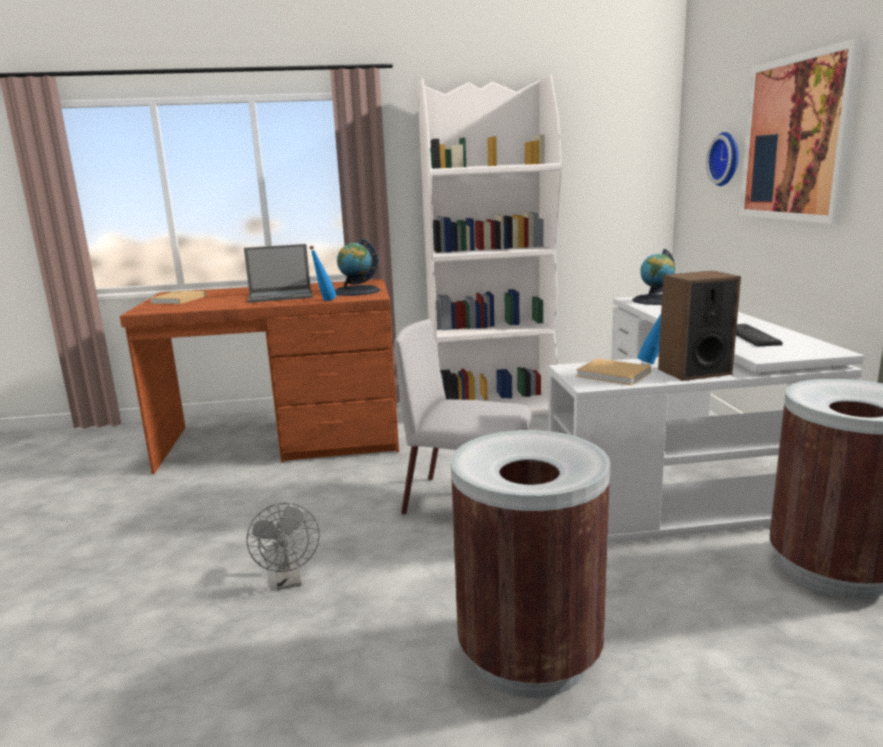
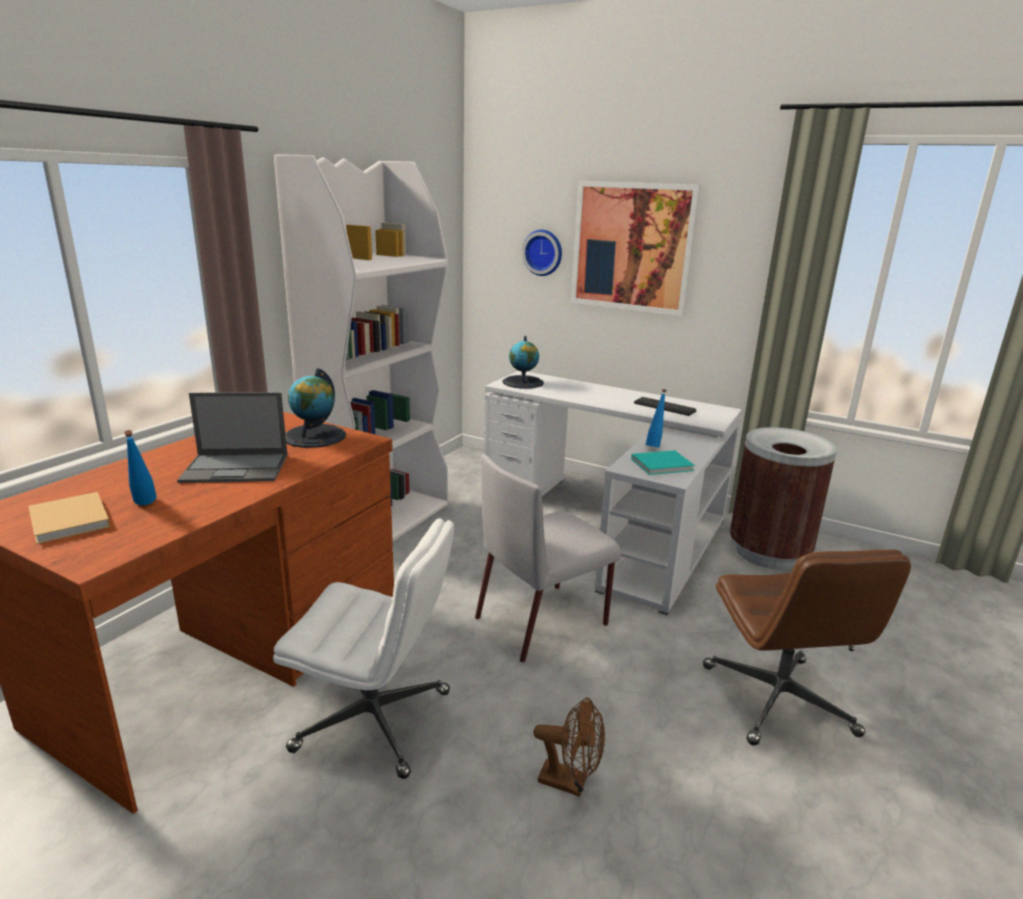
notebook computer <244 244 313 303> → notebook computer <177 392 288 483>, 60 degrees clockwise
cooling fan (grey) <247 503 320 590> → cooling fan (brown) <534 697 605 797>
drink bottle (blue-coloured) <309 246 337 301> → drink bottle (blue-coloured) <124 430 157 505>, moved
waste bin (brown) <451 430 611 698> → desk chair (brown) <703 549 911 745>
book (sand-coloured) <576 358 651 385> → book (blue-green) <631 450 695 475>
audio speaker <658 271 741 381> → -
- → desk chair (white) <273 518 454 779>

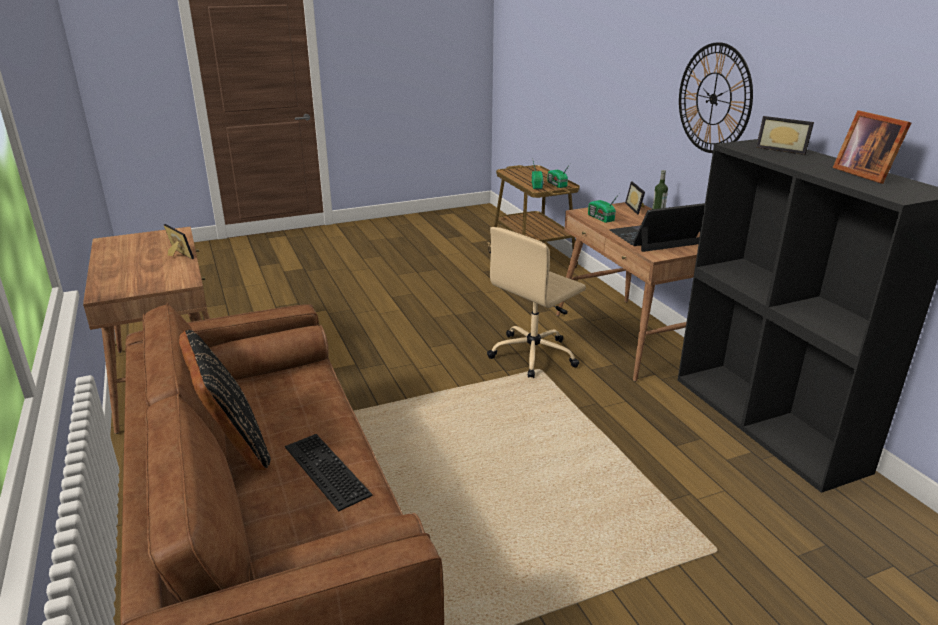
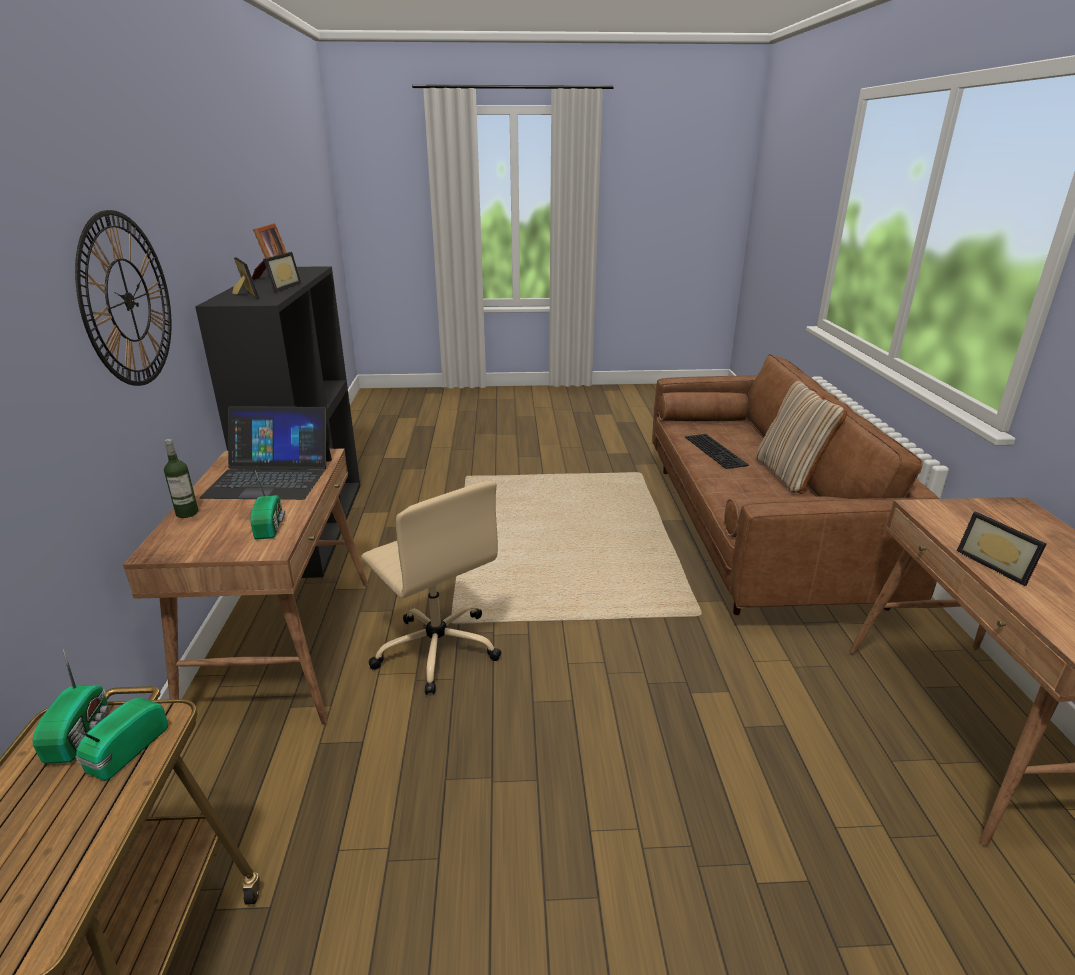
pillow (blackish) <179 330 271 470> → pillow (sand-coloured) <756 380 847 494>
desk chair (sand-coloured) <487 227 586 378> → desk chair (sand-coloured) <361 481 502 695>, 75 degrees clockwise
photo frame <625 182 645 215> → photo frame <263 252 301 292>, moved

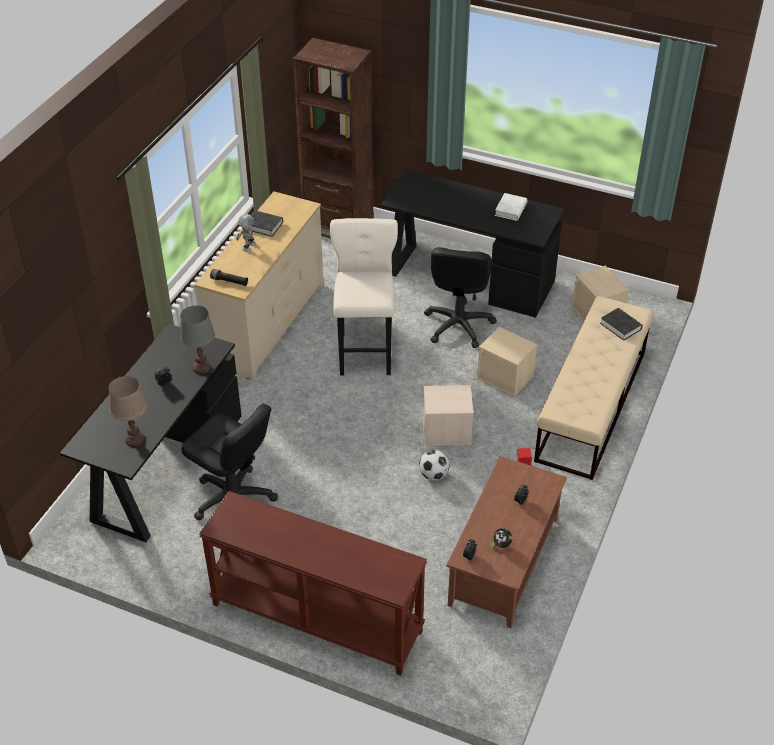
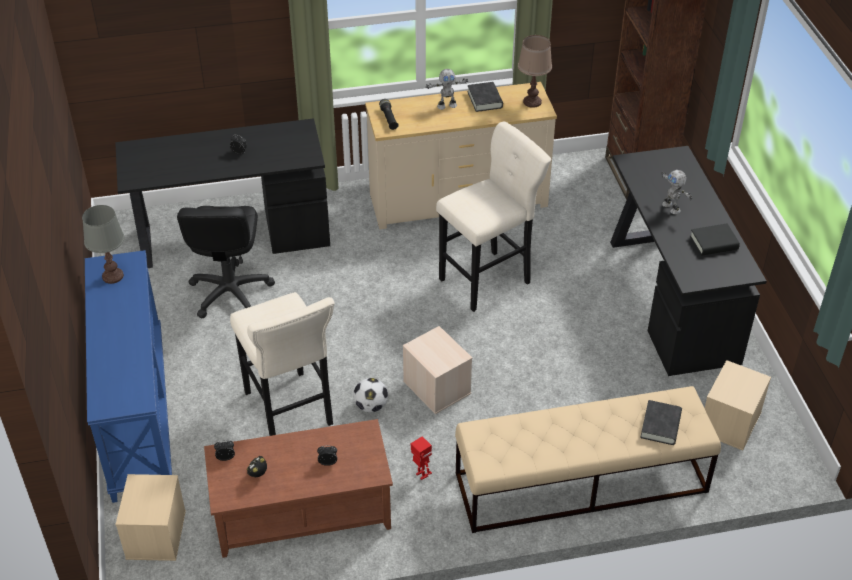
lamp for a table (brown) <109 376 147 447> → lamp for a table (brown) <518 35 552 108>, moved
lamp for a table (grey) <180 305 215 374> → lamp for a table (grey) <82 205 125 284>, moved
narrow table (brown) <199 491 427 676> → narrow table (blue-coloured) <85 250 172 503>
desk chair (blackish) <424 247 497 348> → -
storage bin (sand-coloured) <477 327 537 397> → storage bin (sand-coloured) <116 474 186 561>, moved
book (white) <495 193 527 221> → book (blackish) <690 224 740 256>
- → stool (sand-coloured) <230 292 335 436>
- → robot figure <661 170 692 214>

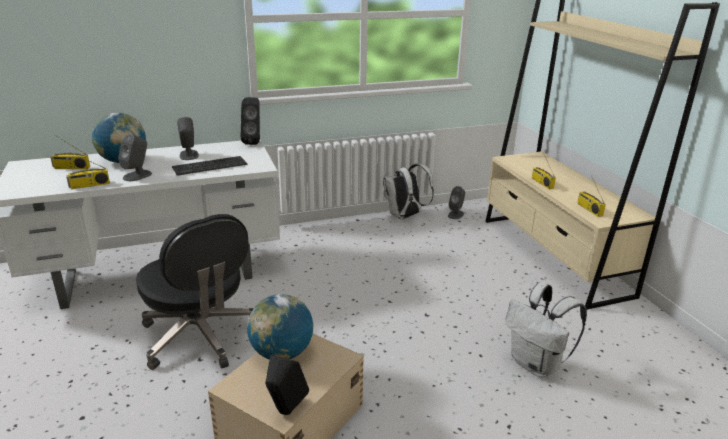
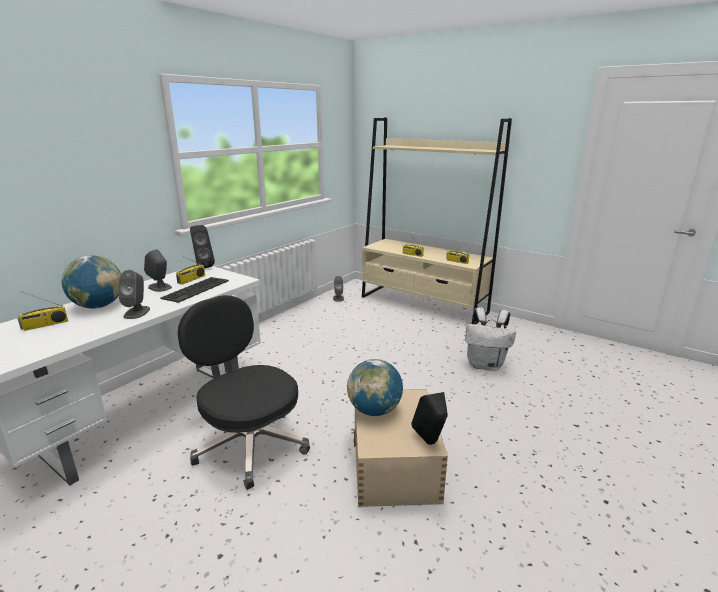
radio set <66 152 110 189> → radio set <176 253 205 285>, moved
desk chair (blackish) <136 214 254 370> → desk chair (blackish) <178 295 310 490>, 150 degrees counterclockwise
backpack (white) <383 164 434 219> → -

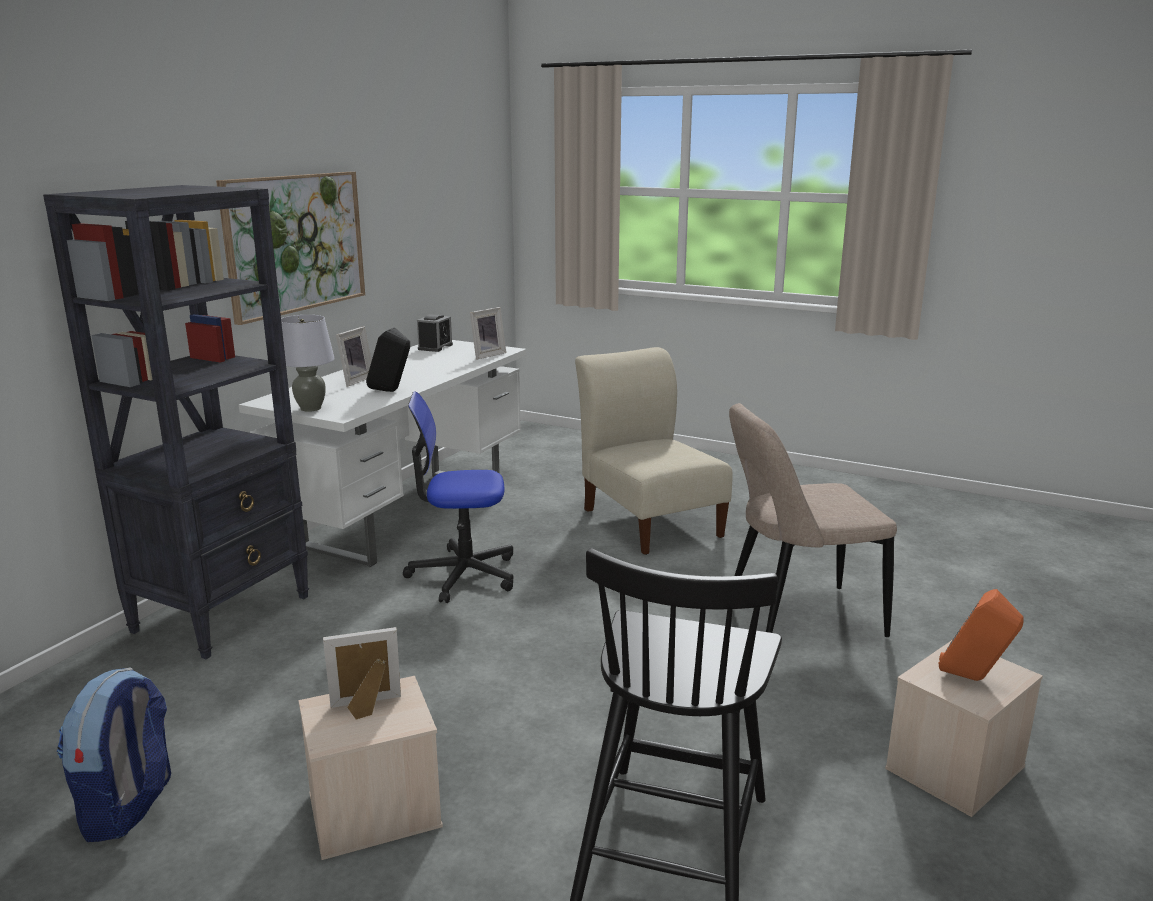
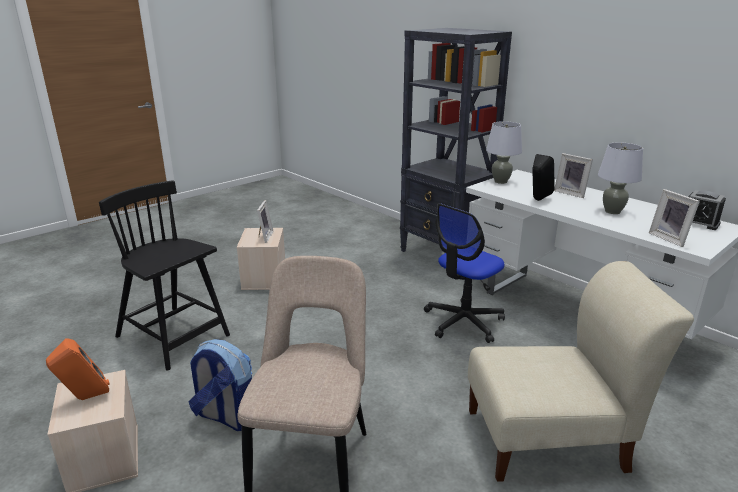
backpack <57 667 171 842> → backpack <188 339 252 431>, moved
wall picture <216 172 365 325> → -
desk chair <403 392 513 603> → desk chair <424 203 505 343>, 150 degrees counterclockwise
- → lamp for a table (grey) <598 142 643 214>

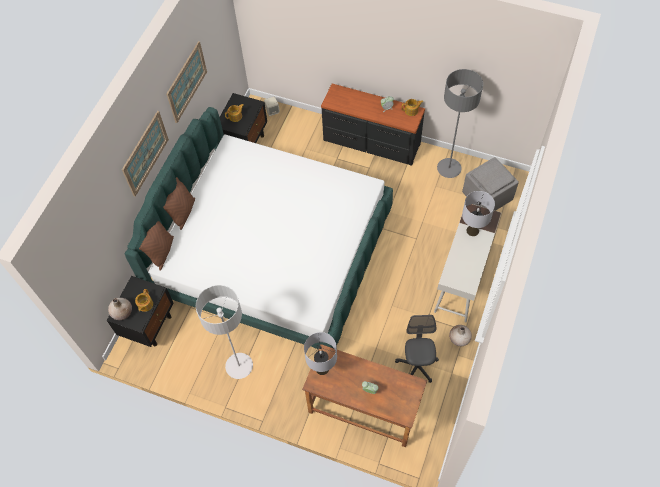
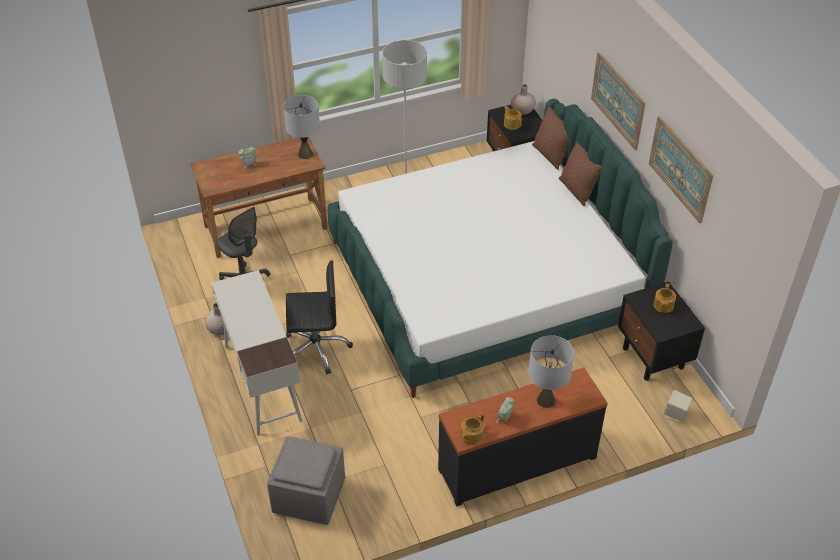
standing lamp (grey) <437 69 483 178> → -
lamp for a table (grey) <462 191 495 236> → lamp for a table (grey) <528 335 574 408>, moved
- → desk chair (blackish) <286 260 353 374>

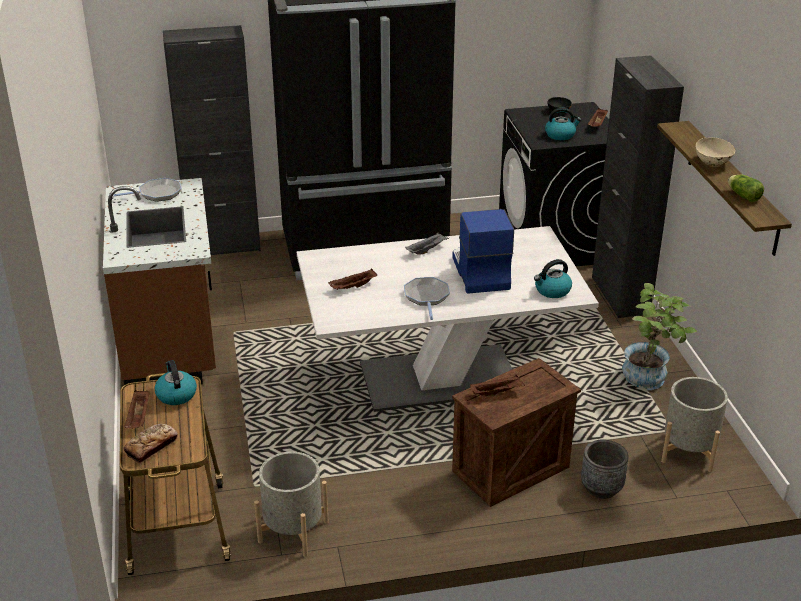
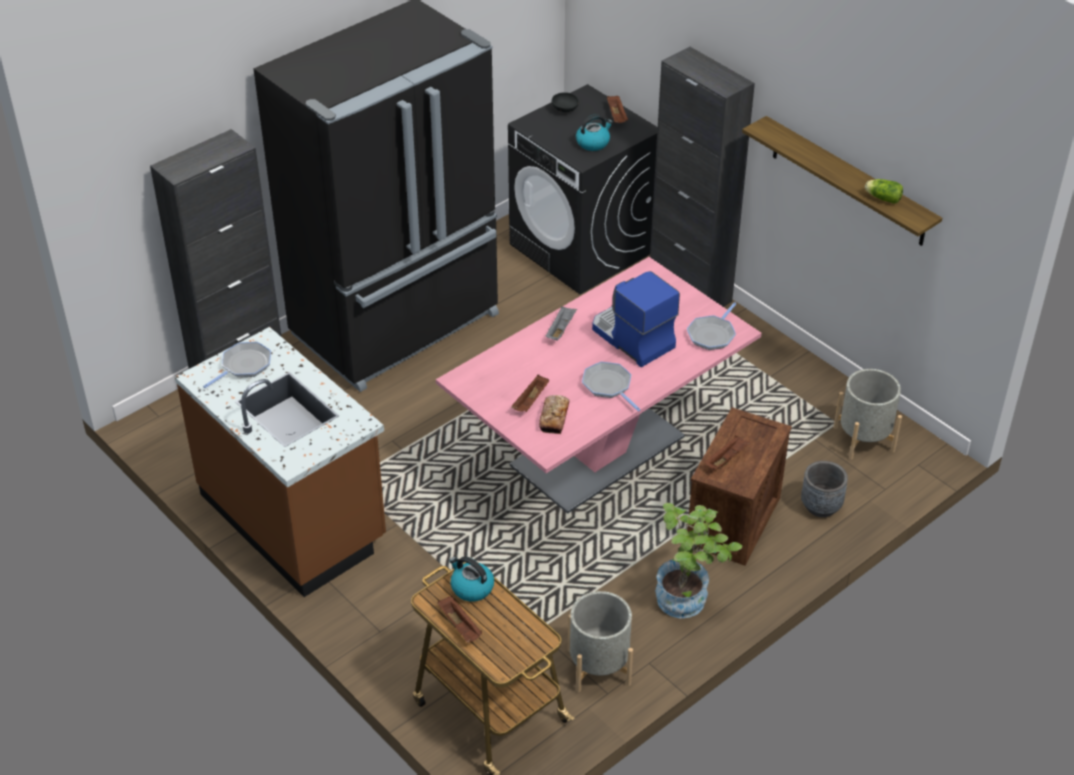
baked bread <123 424 178 463> → baked bread <539 395 570 434>, moved
dining table (white) <297 226 599 412> → dining table (pink-coloured) <436 257 762 514>
water kettle <534 259 572 298> → frying pan <687 302 736 350>
plant in a pot <622 283 697 390> → plant in a pot <655 503 743 618>, moved
bowl (sand-coloured) <696 137 735 166> → -

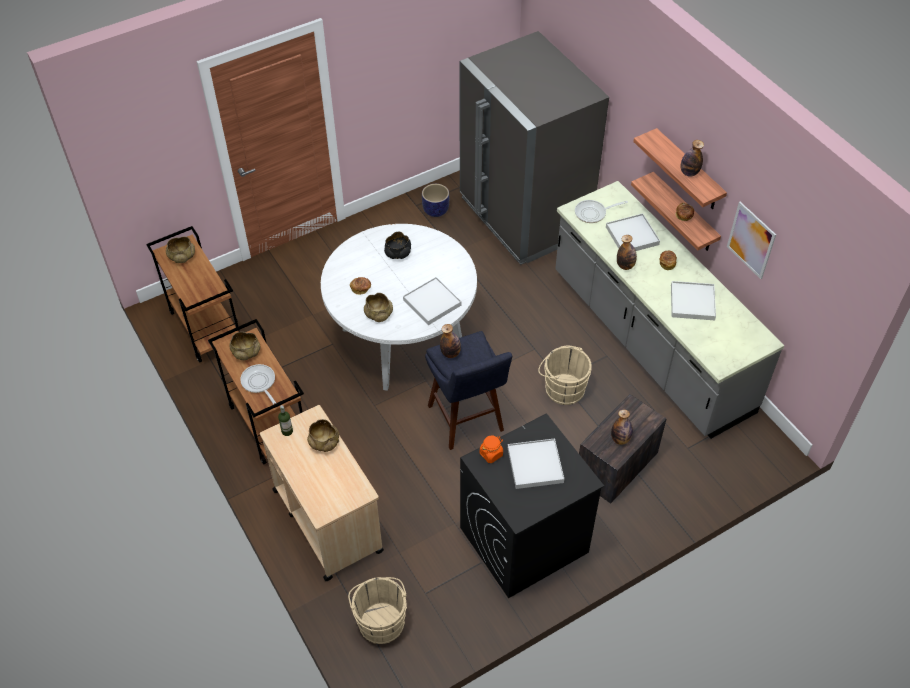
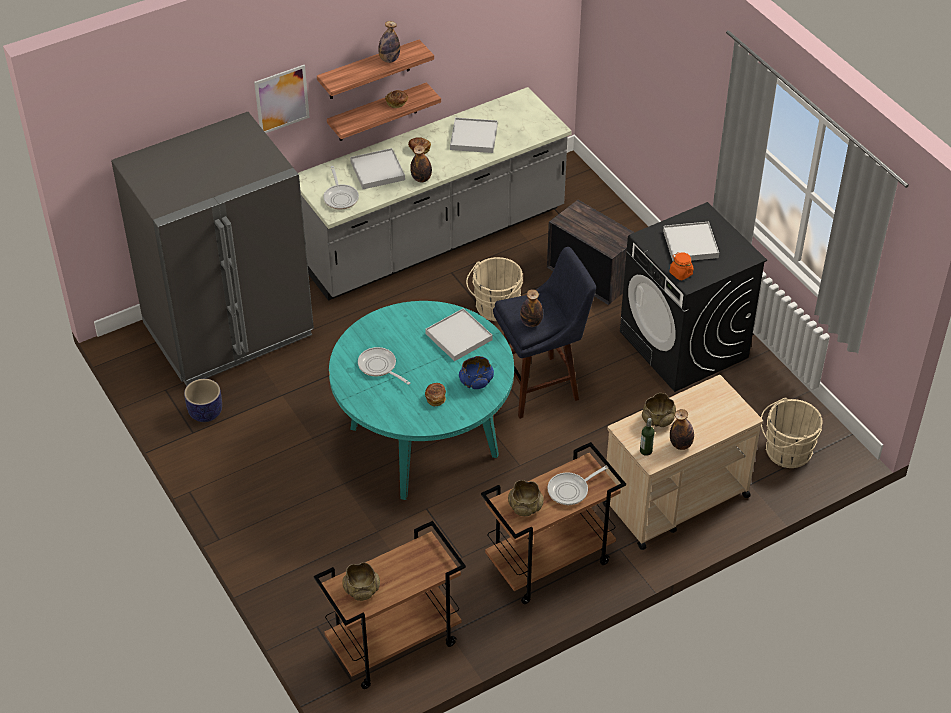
dining table (white) <321 224 477 391> → dining table (blue-green) <329 301 514 500>
bowl (sand-coloured) <364 293 393 322> → bowl (blue-coloured) <459 356 494 389>
bowl (blackish) <384 232 411 259> → frying pan <358 347 410 385>
drink bottle <611 410 633 445> → drink bottle <670 409 694 450>, moved
wall picture <727 202 776 279> → wall picture <254 65 310 133>, moved

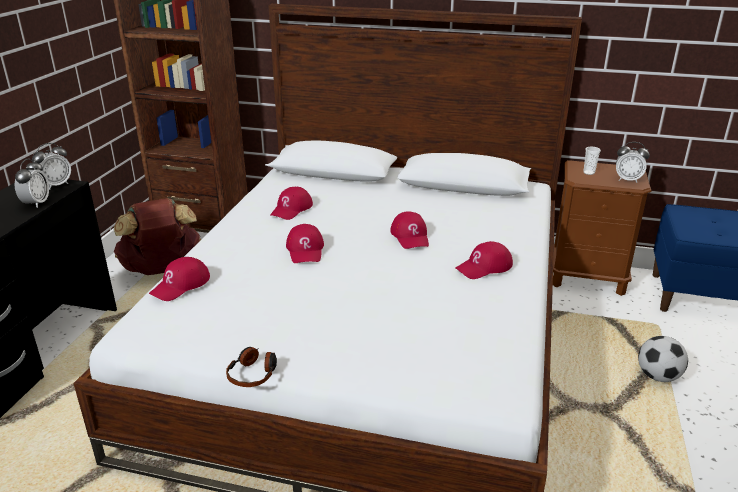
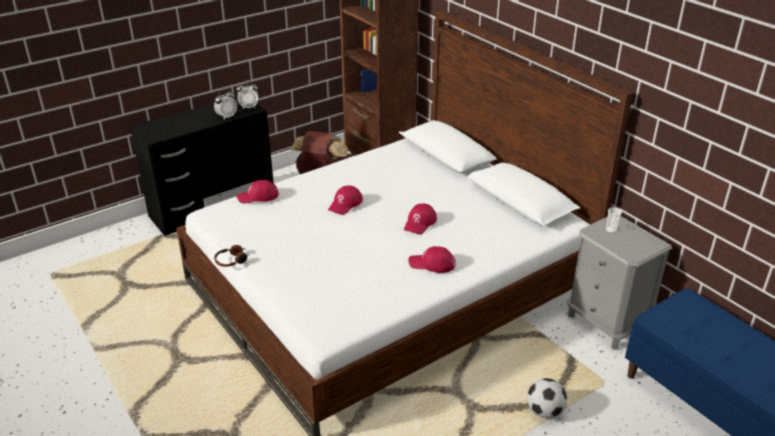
cap (reddish) <270 187 313 220> → -
night table (brown) <553 160 651 296> → night table (grey) <567 216 672 350>
alarm clock <616 142 650 183> → -

